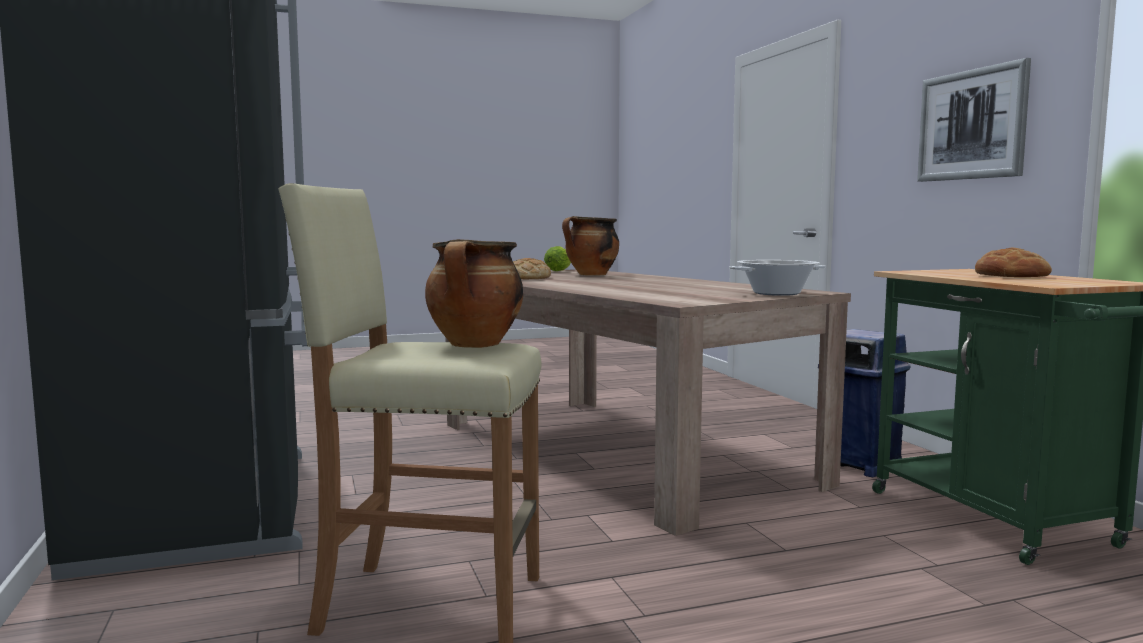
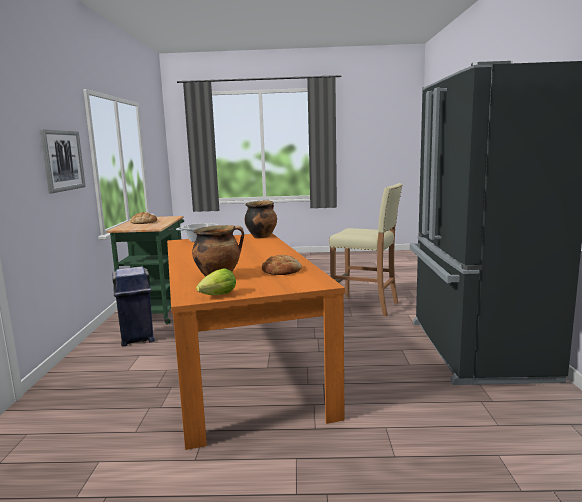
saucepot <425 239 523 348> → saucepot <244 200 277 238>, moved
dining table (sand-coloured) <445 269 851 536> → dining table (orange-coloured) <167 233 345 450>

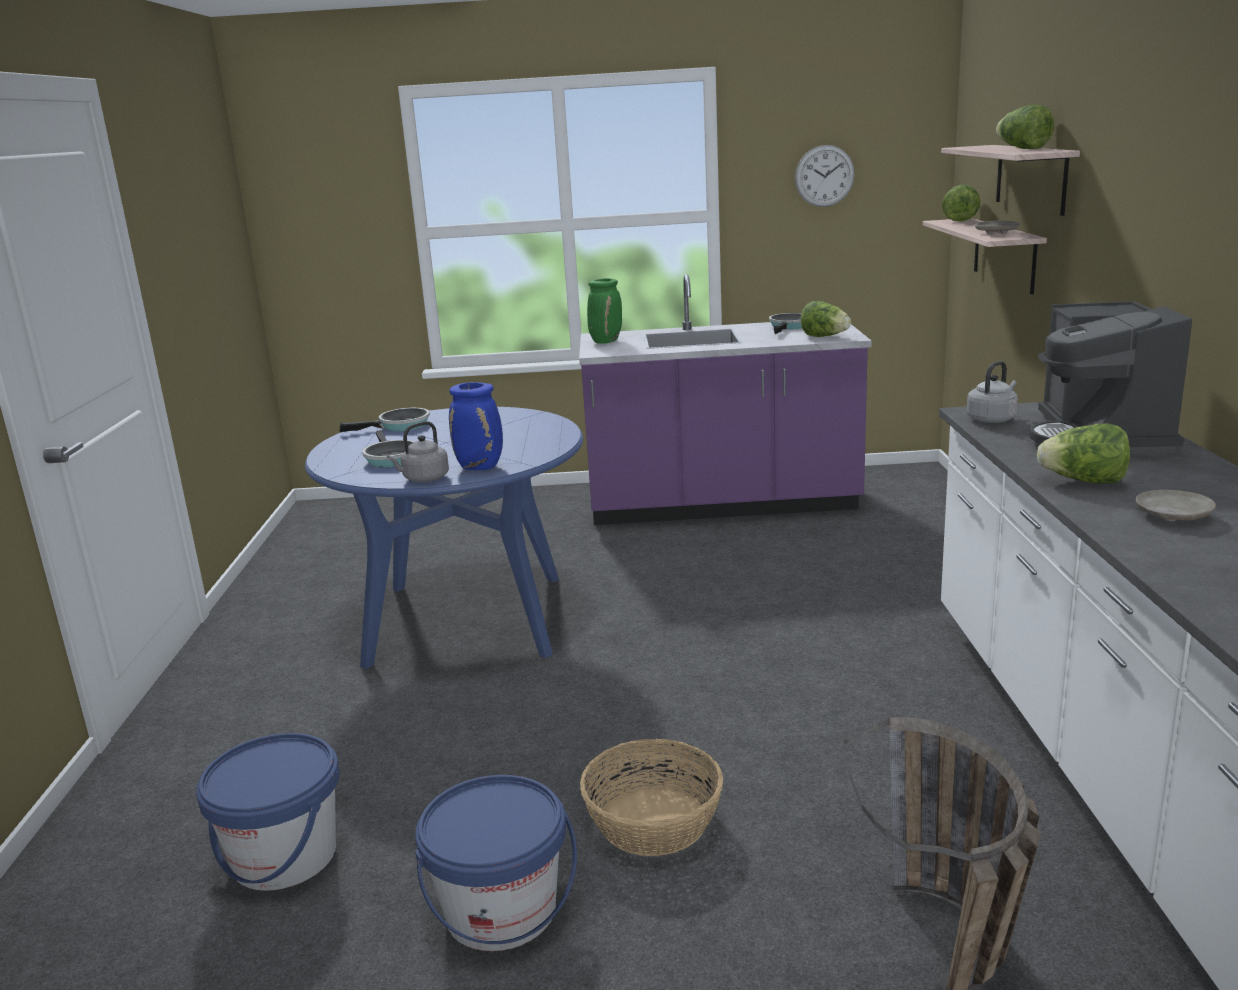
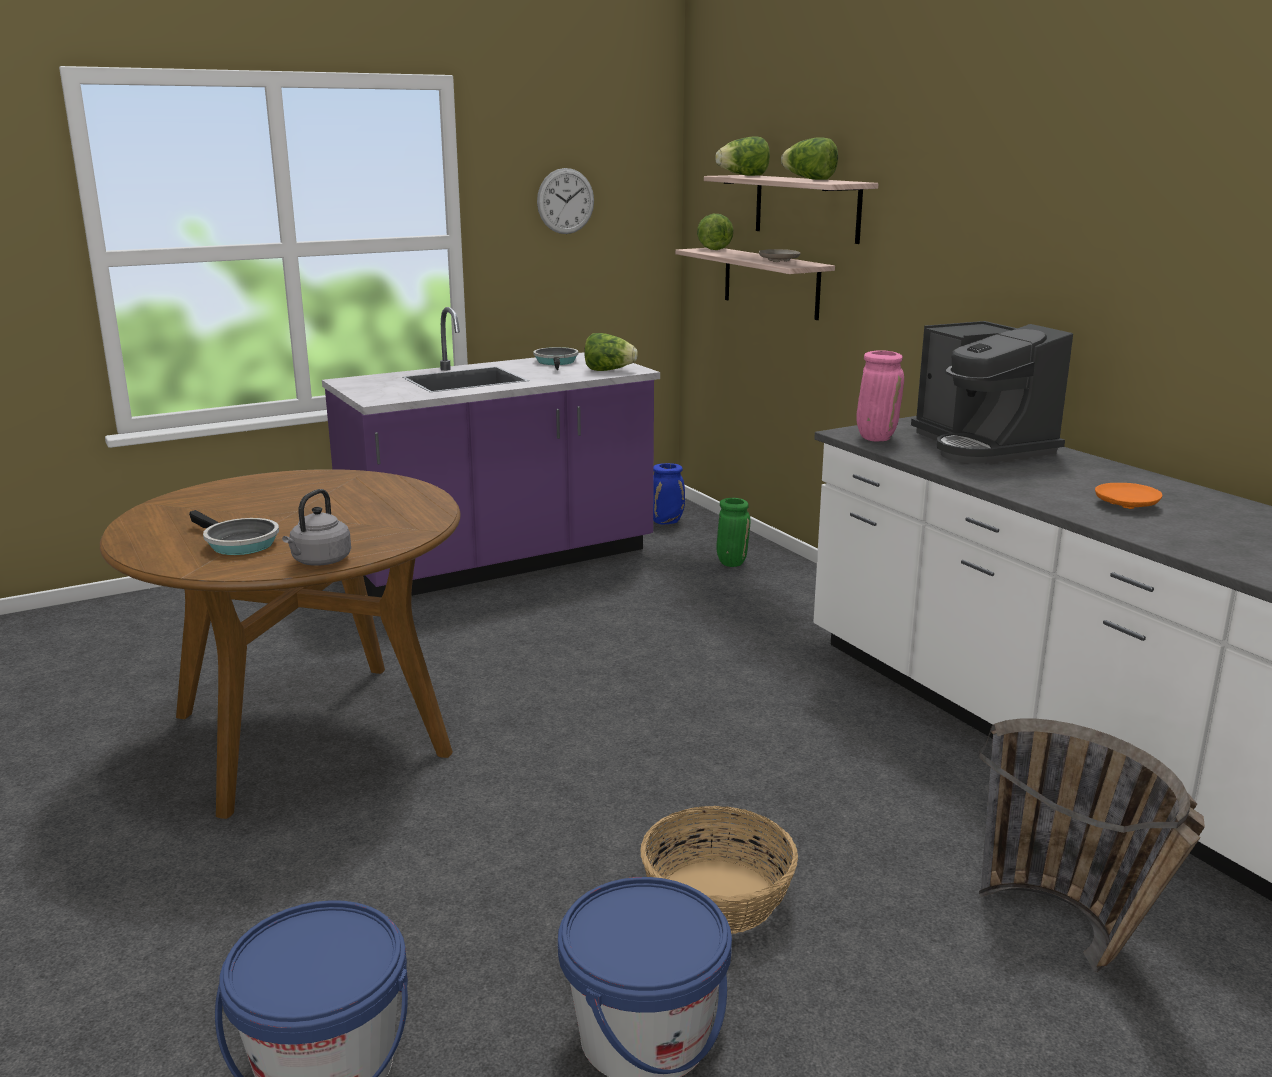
dining table (blue-coloured) <305 407 583 669> → dining table (brown) <100 469 461 819>
frying pan <340 408 430 432> → -
flower vase (blue-coloured) <449 382 503 470> → flower vase (blue-coloured) <653 463 685 524>, moved
flower vase (greenish) <587 278 622 344> → flower vase (greenish) <717 498 750 567>, moved
water kettle (grey) <966 361 1018 423> → flower vase (pink-coloured) <856 350 904 441>
head of lettuce <1037 424 1130 484> → head of lettuce <715 137 770 176>, moved
plate (sand-coloured) <1136 490 1216 521> → plate (orange-coloured) <1095 483 1162 509>

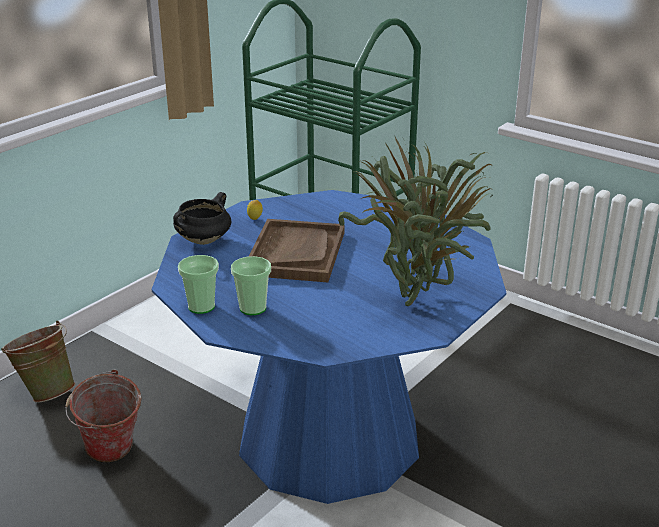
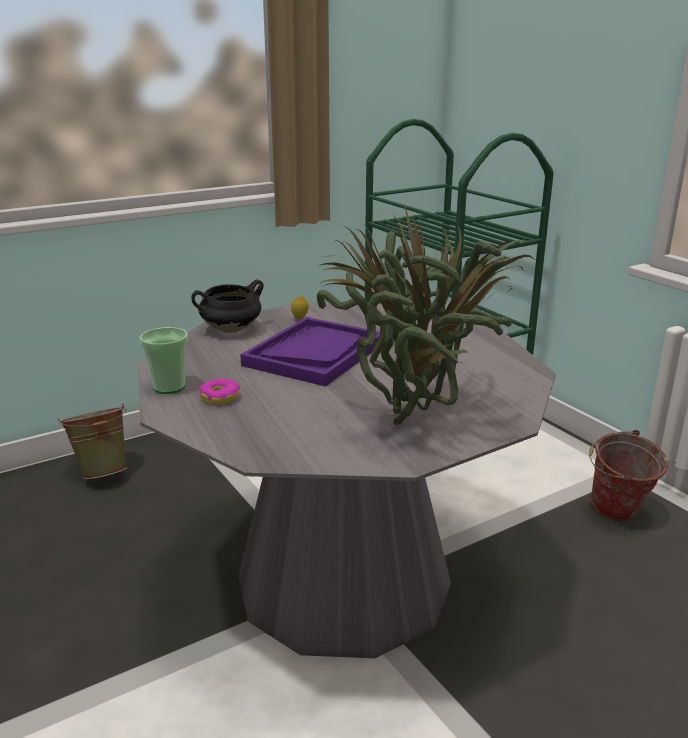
pail <65 369 141 462> → pail <589 430 668 521>, moved
dining table (blue-coloured) <152 190 506 504> → dining table (grey) <138 303 556 658>
cup <231 256 271 315> → ring doughnut <199 379 240 405>
tray (brown) <248 219 345 283> → tray (purplish) <240 317 380 387>

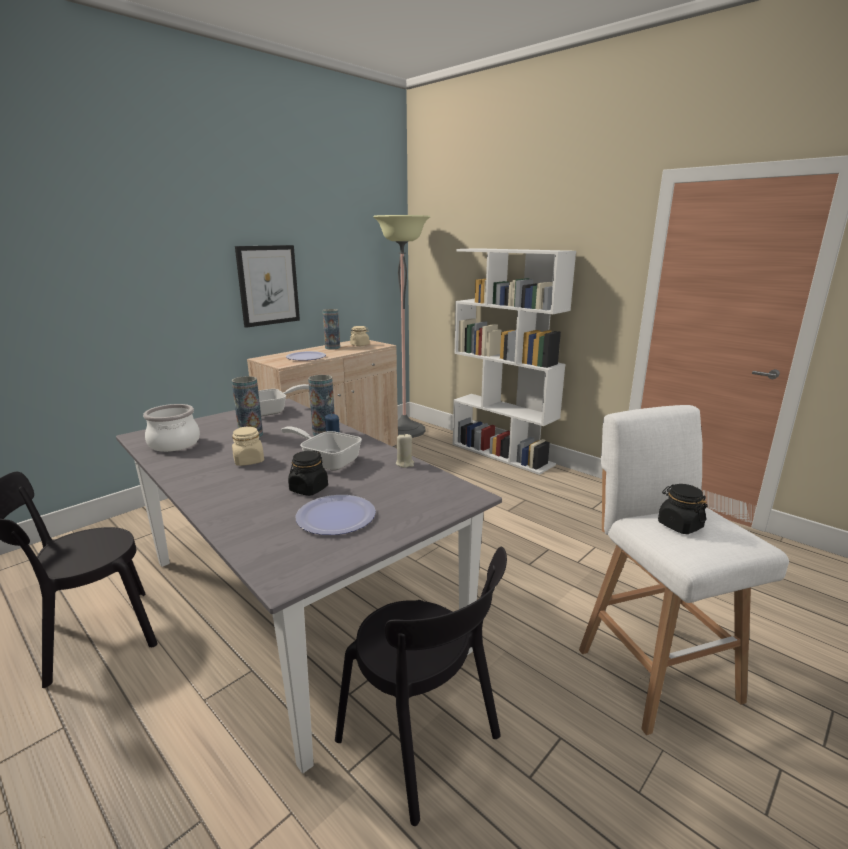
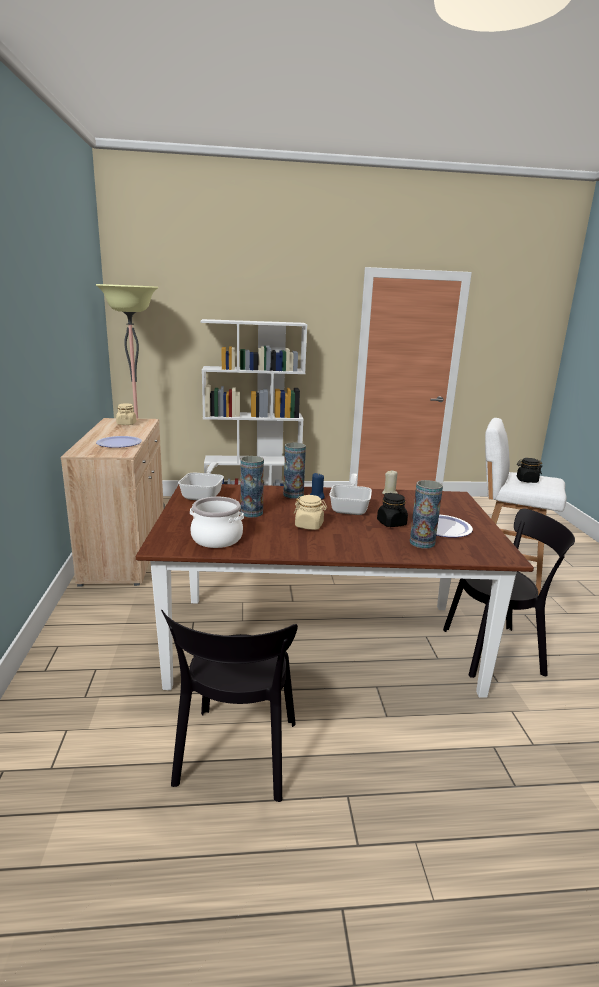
dining table (grey) <116 398 502 773> → dining table (brown) <136 484 534 698>
wall picture <235 245 300 328> → -
frying pan <281 426 362 471> → frying pan <329 473 372 515>, 120 degrees clockwise
flower vase <323 309 340 350> → flower vase <410 480 443 549>, moved

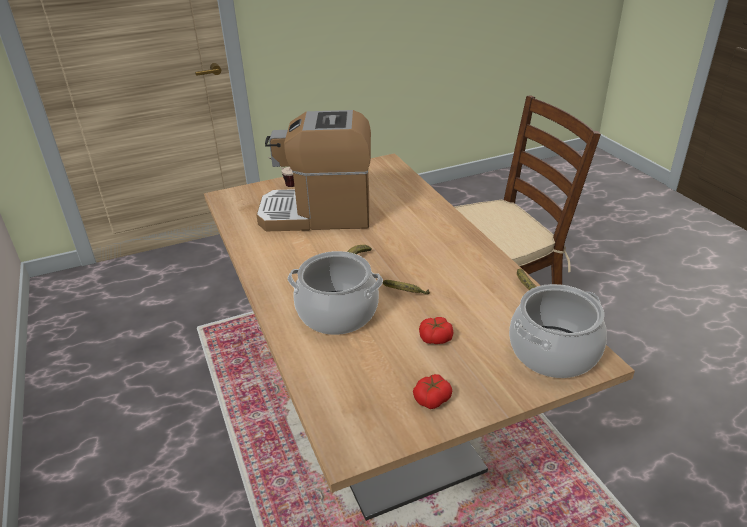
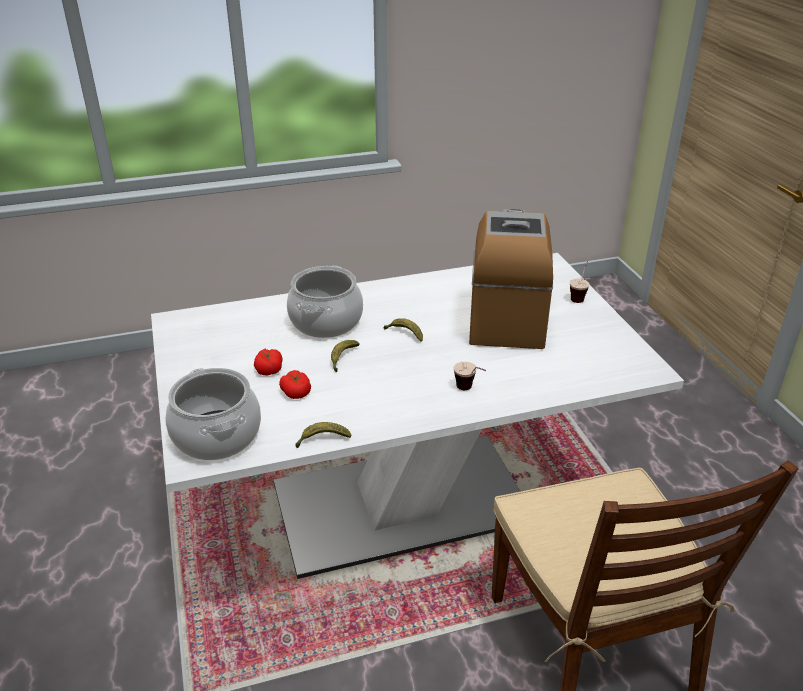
dining table (brown) <204 153 635 521> → dining table (white) <151 253 684 579>
fresh tomato <413 374 452 409> → fresh tomato <279 370 311 399>, moved
- → cup <454 362 486 390>

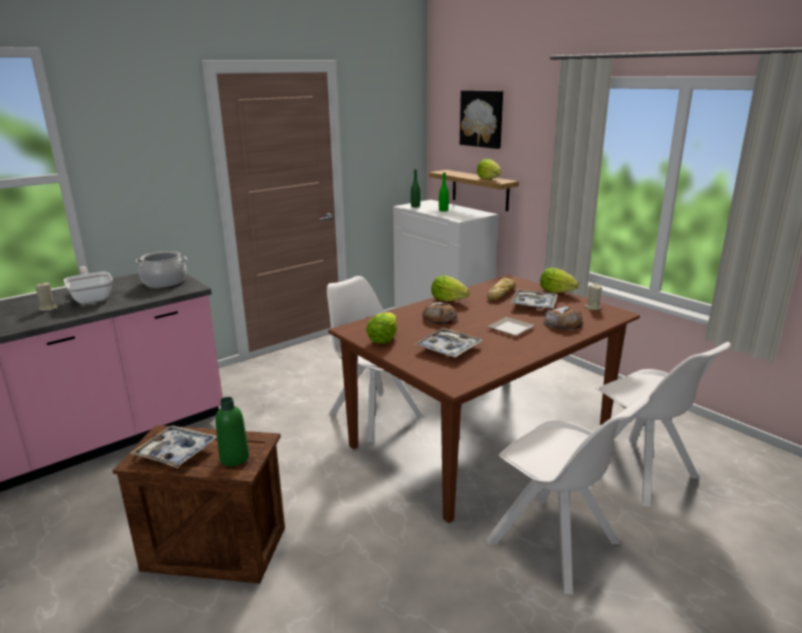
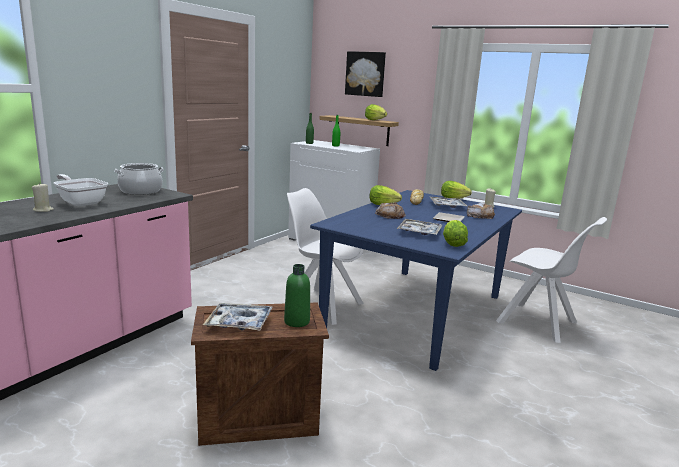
dining table (brown) <328 274 640 523> → dining table (blue-coloured) <310 190 522 371>
head of lettuce <366 312 397 344> → head of lettuce <443 220 468 247>, moved
upright chair (white) <486 393 650 594> → -

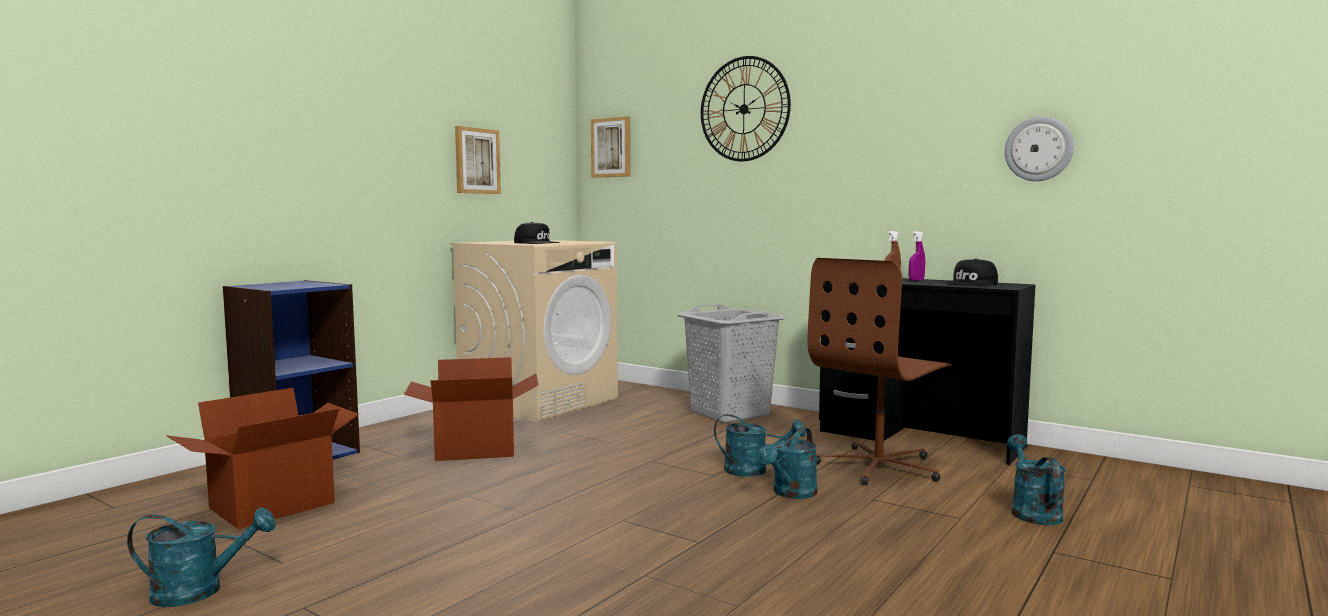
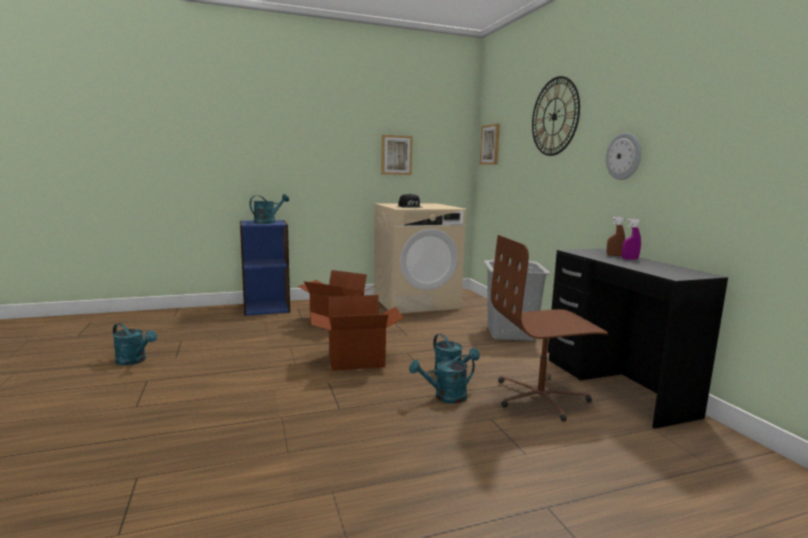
packing box <167 388 359 529> → packing box <310 295 404 371>, moved
cap (blackish) <946 259 998 286> → -
wall clock <1005 116 1074 181> → wall clock <606 133 641 180>, moved
sprinkling can (blue-green) <1007 434 1066 525> → sprinkling can (blue-green) <249 194 289 224>, moved

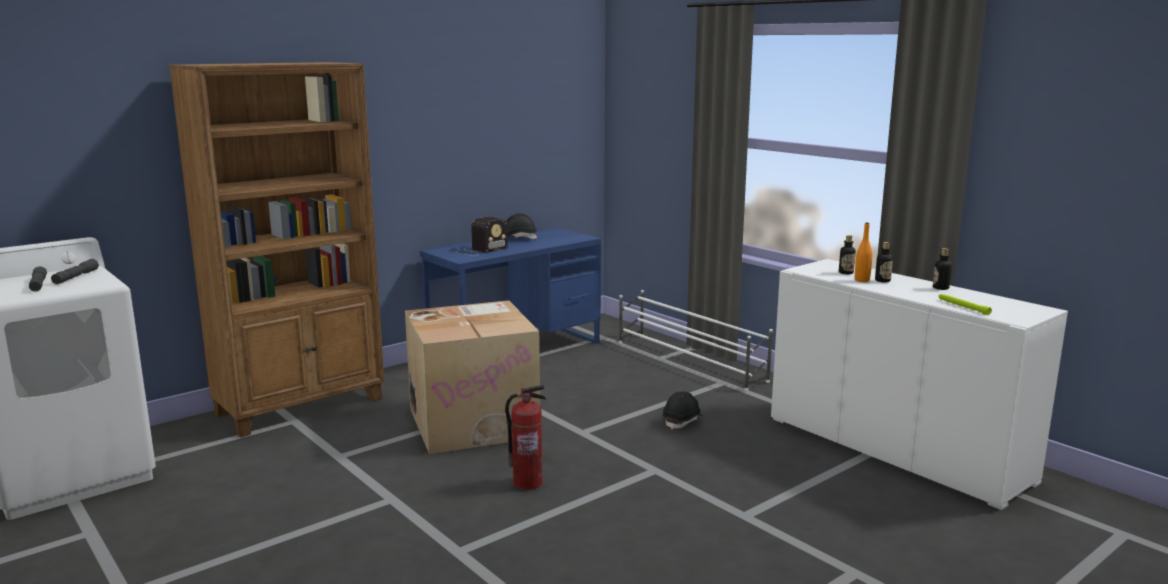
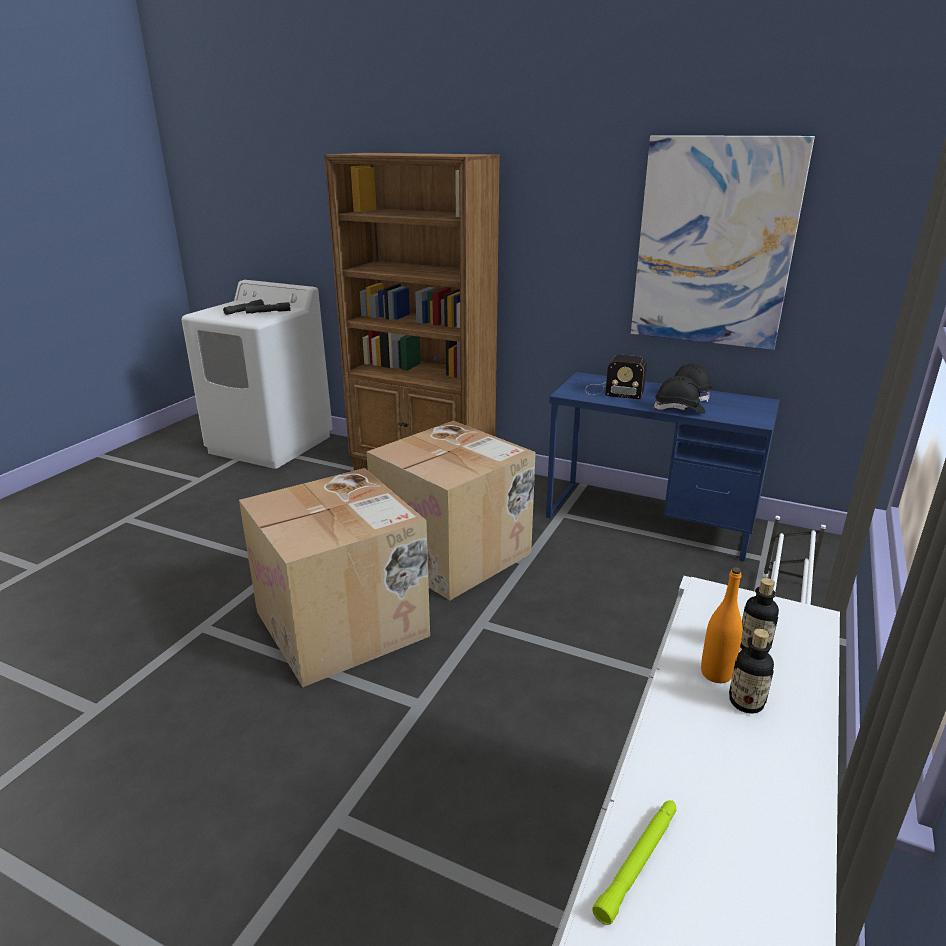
fire-fighting cylinder <505 385 546 490> → packing box <239 468 430 687>
safety helmet (blackish) <663 391 702 430> → safety helmet (blackish) <653 376 705 414>, moved
drink bottle <933 248 952 290> → -
- → wall picture <631 135 815 350>

